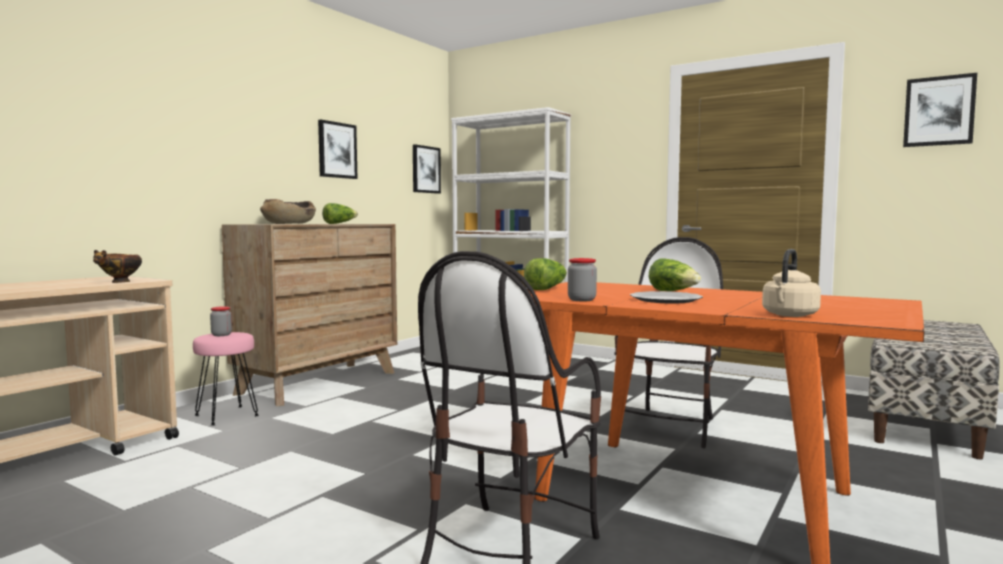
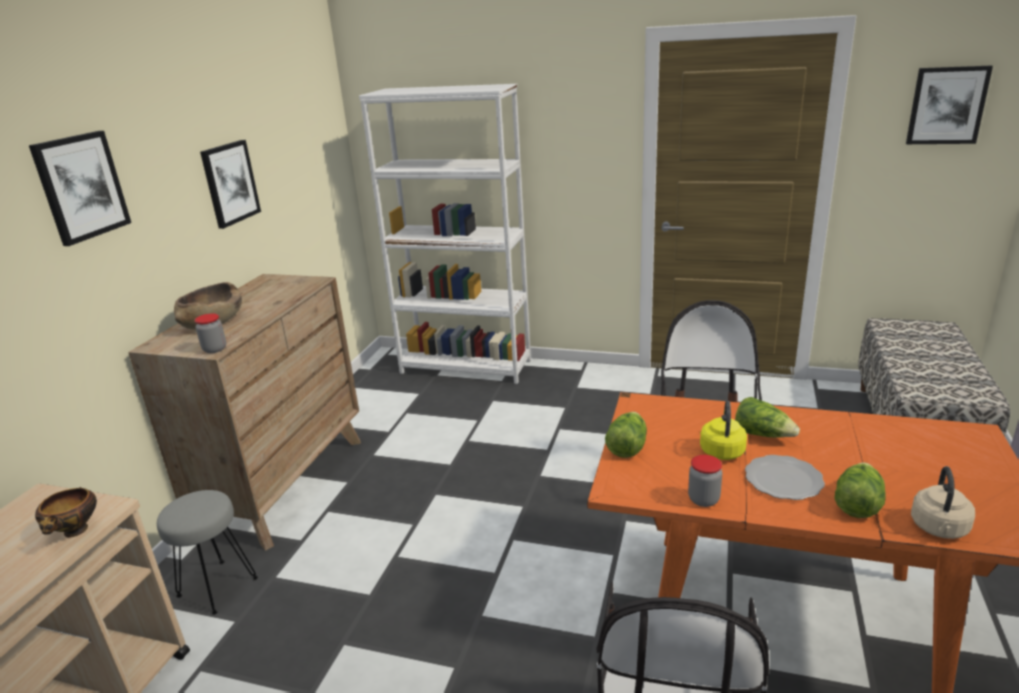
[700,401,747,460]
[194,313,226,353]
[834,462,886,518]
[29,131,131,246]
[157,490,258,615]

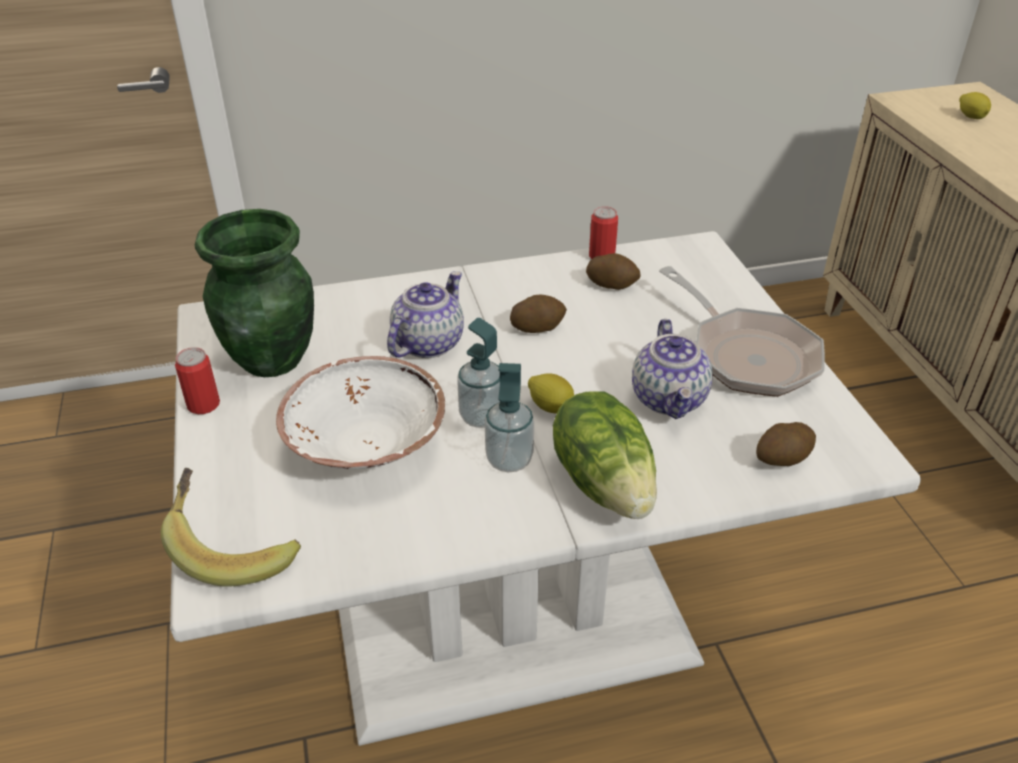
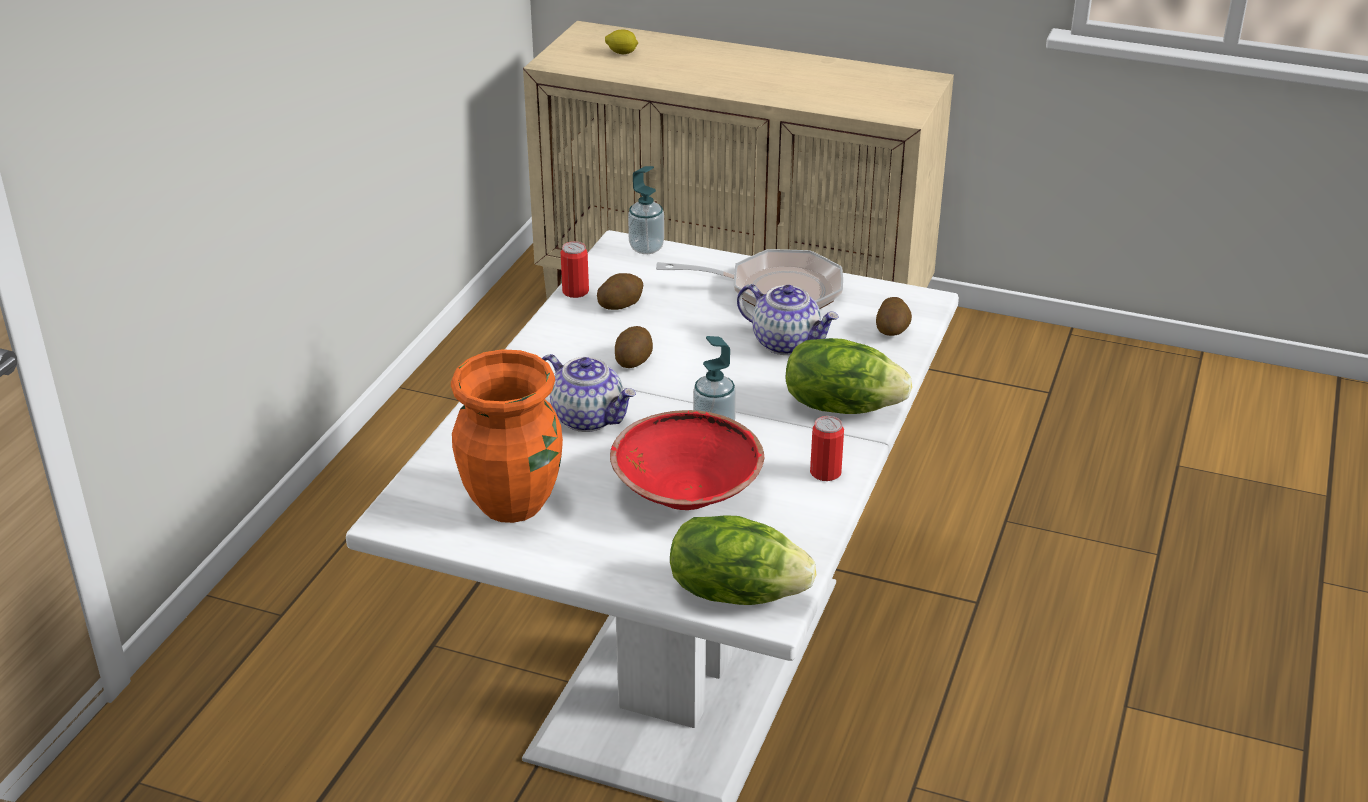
[528,374,574,414] (first image)
[810,416,844,481]
[628,166,664,254]
[670,515,816,605]
[451,349,563,523]
[610,410,764,510]
[542,354,636,432]

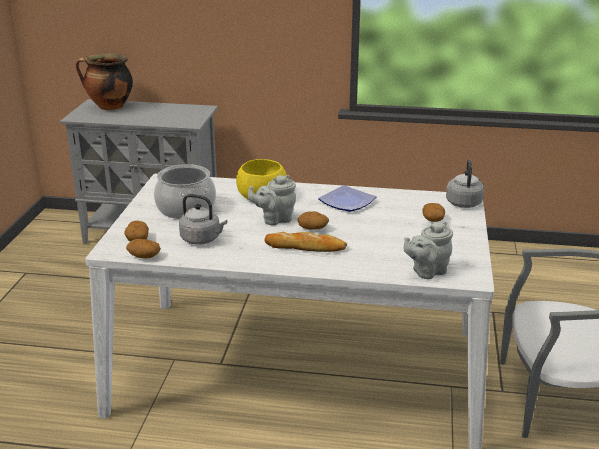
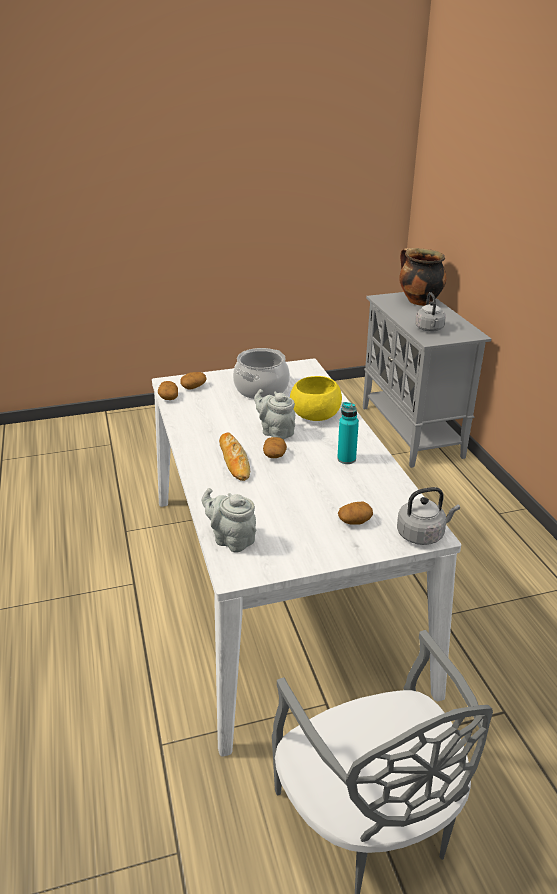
[415,292,446,332]
[337,402,359,464]

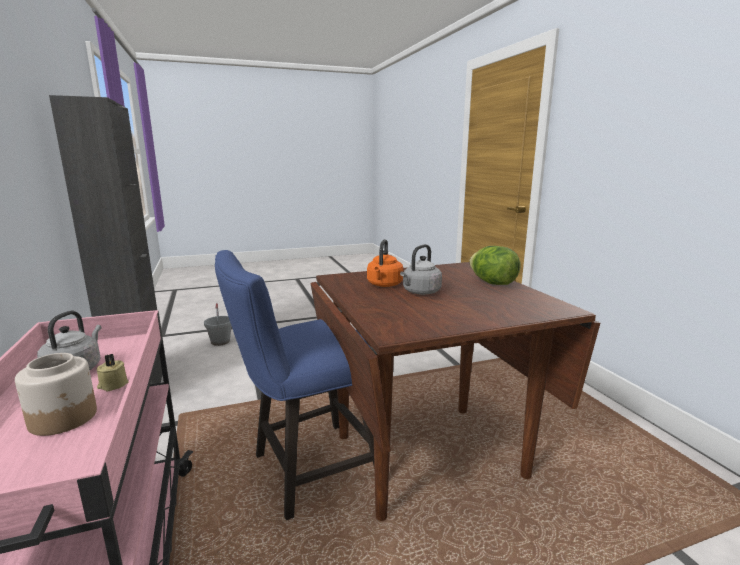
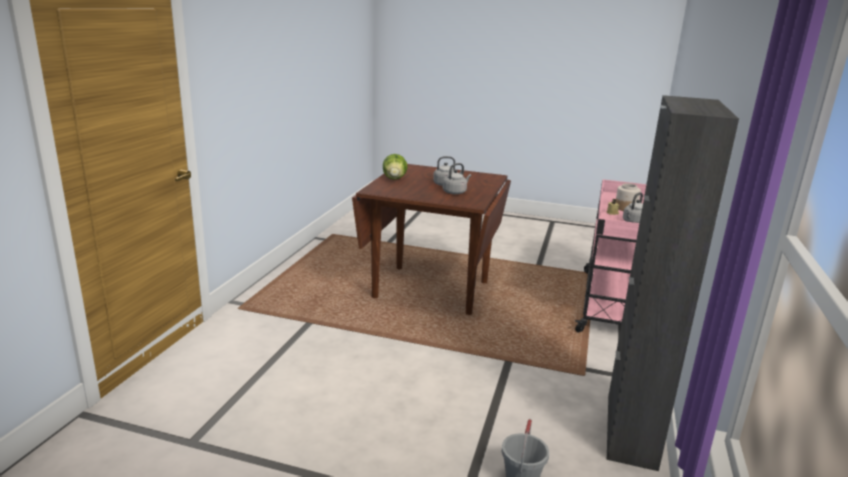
[215,250,374,520] (first image)
[443,163,471,194]

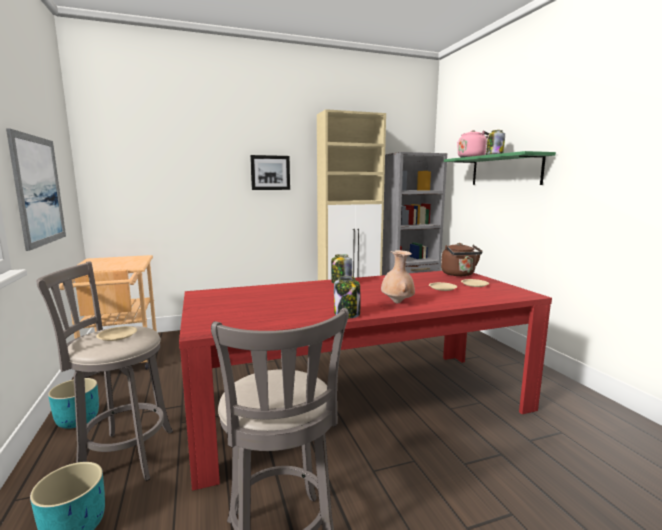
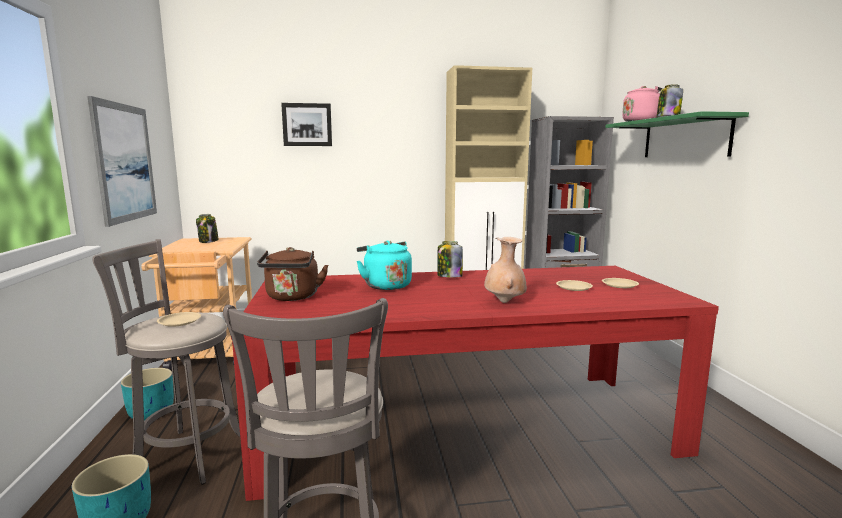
[357,241,412,290]
[281,103,332,146]
[196,214,219,243]
[257,247,328,301]

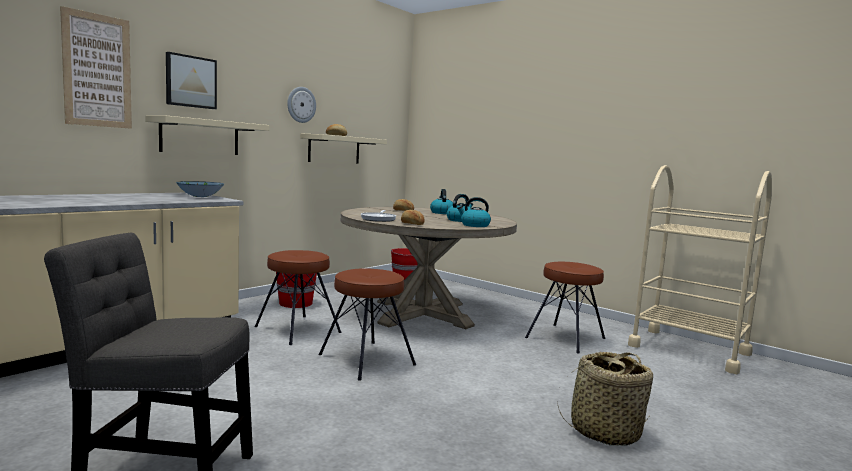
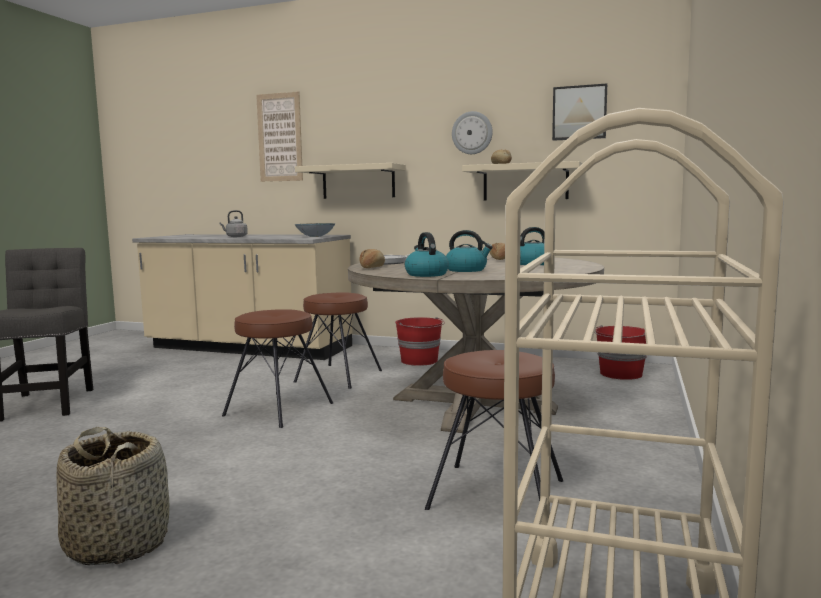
[219,210,248,237]
[552,84,607,141]

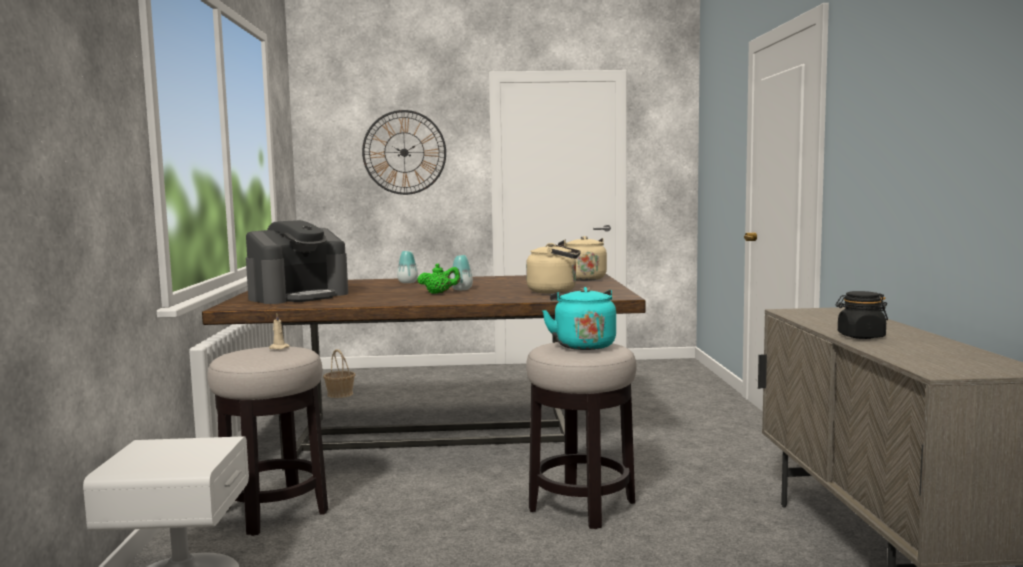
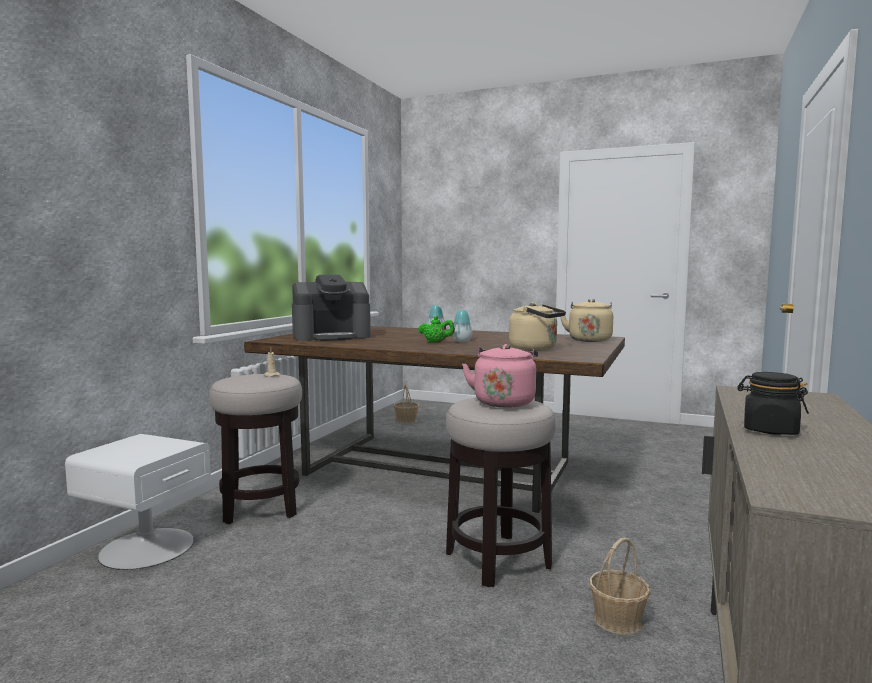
[362,110,446,195] (first image)
[589,538,650,635]
[462,344,538,407]

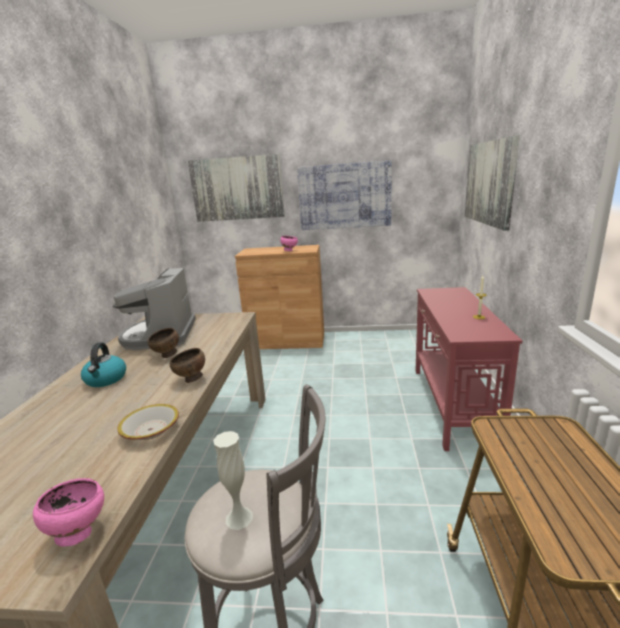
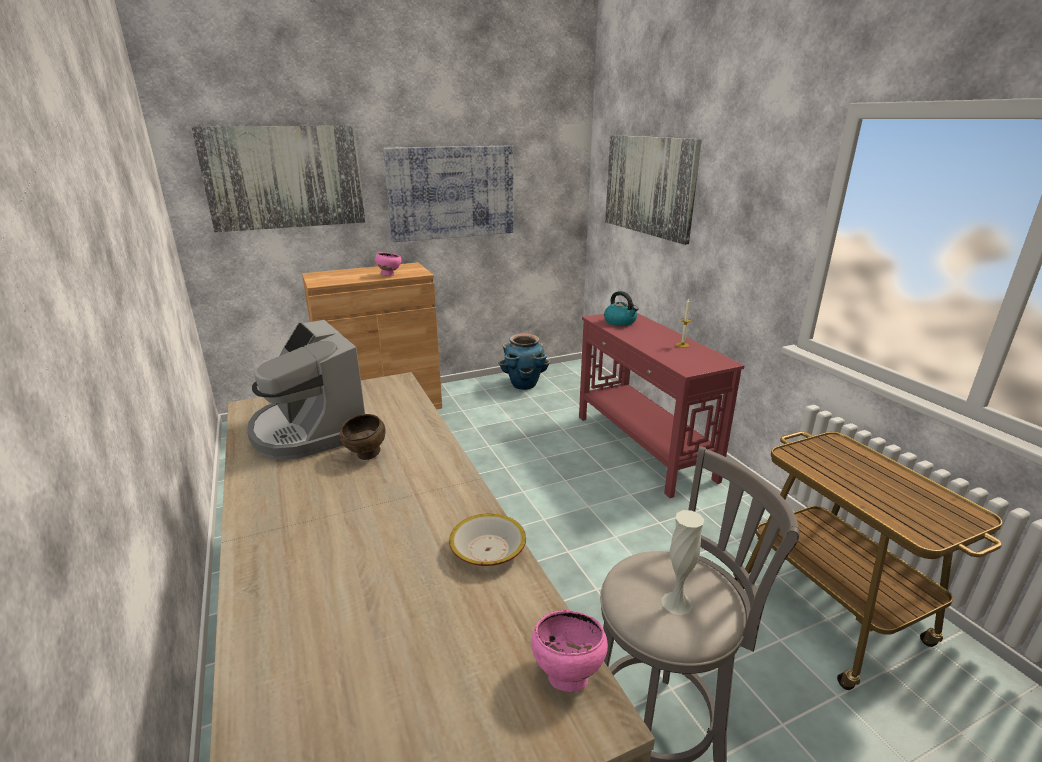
[170,348,205,383] (first image)
[499,334,550,390]
[604,291,638,326]

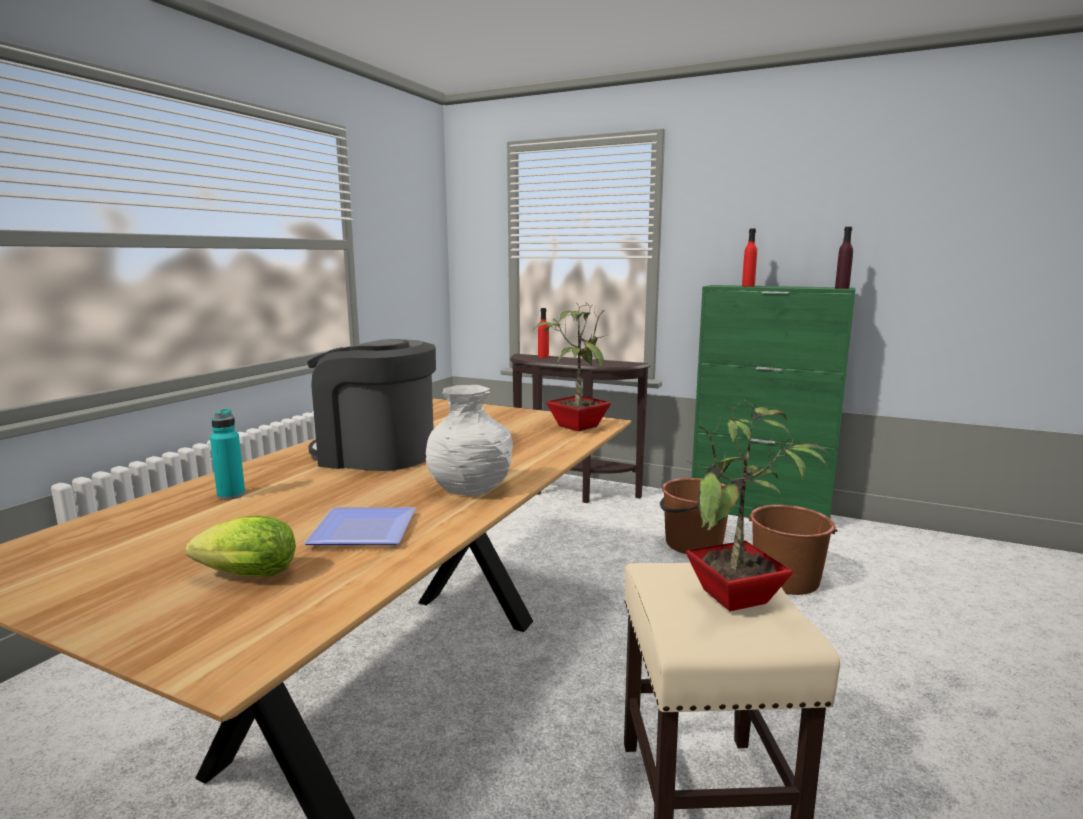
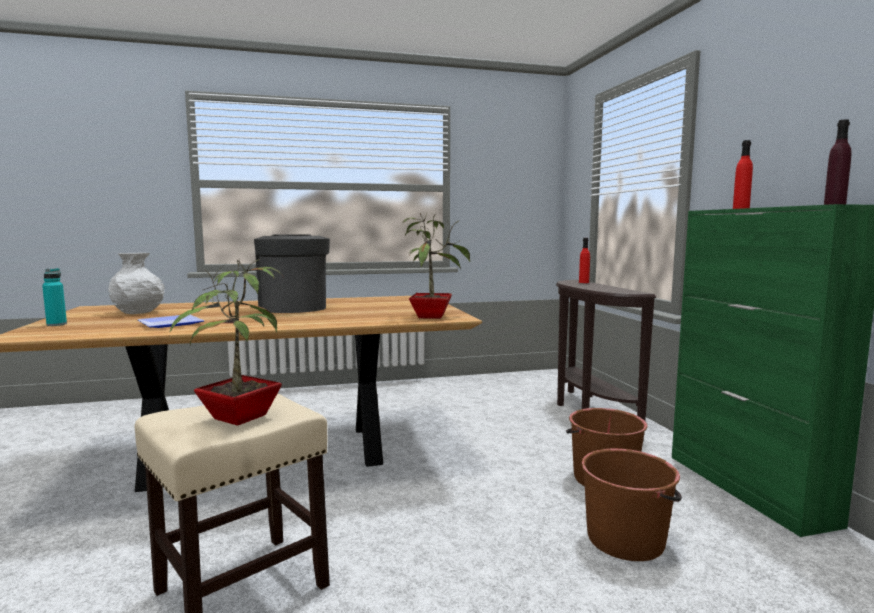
[186,516,296,576] (first image)
[42,268,67,326]
[108,253,165,314]

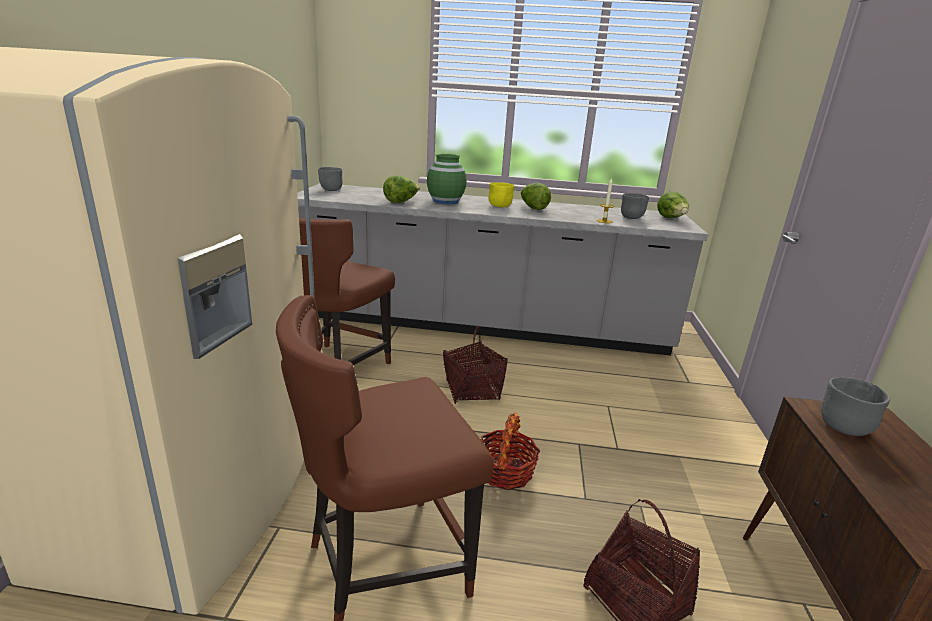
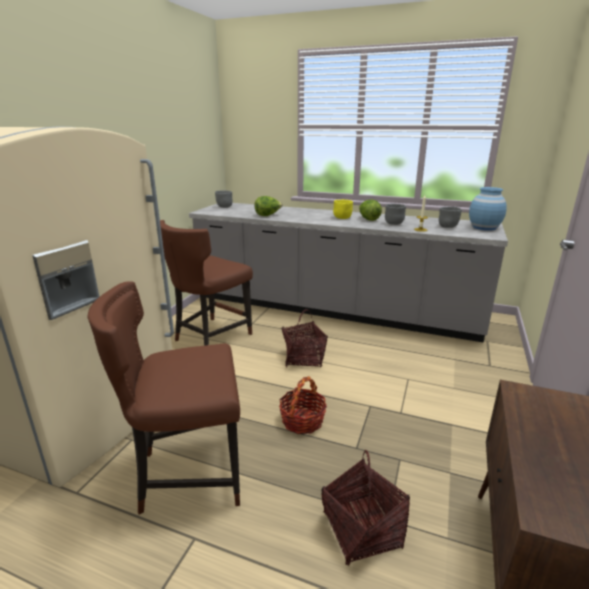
[427,154,467,204] (first image)
[385,204,406,225]
[469,187,507,231]

